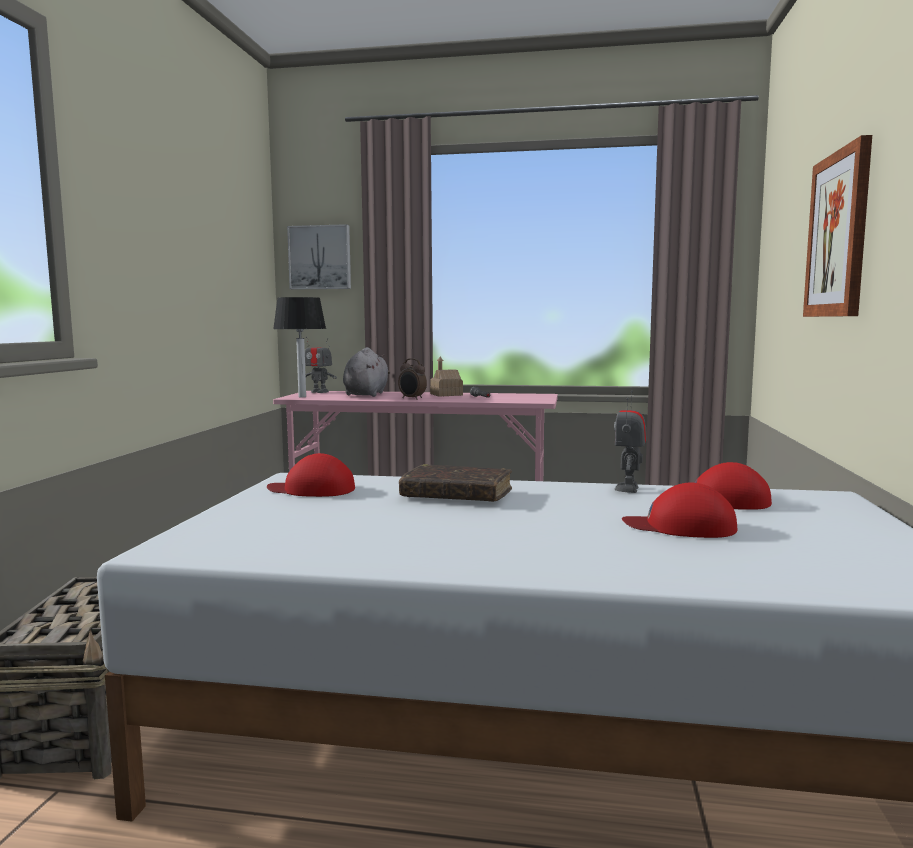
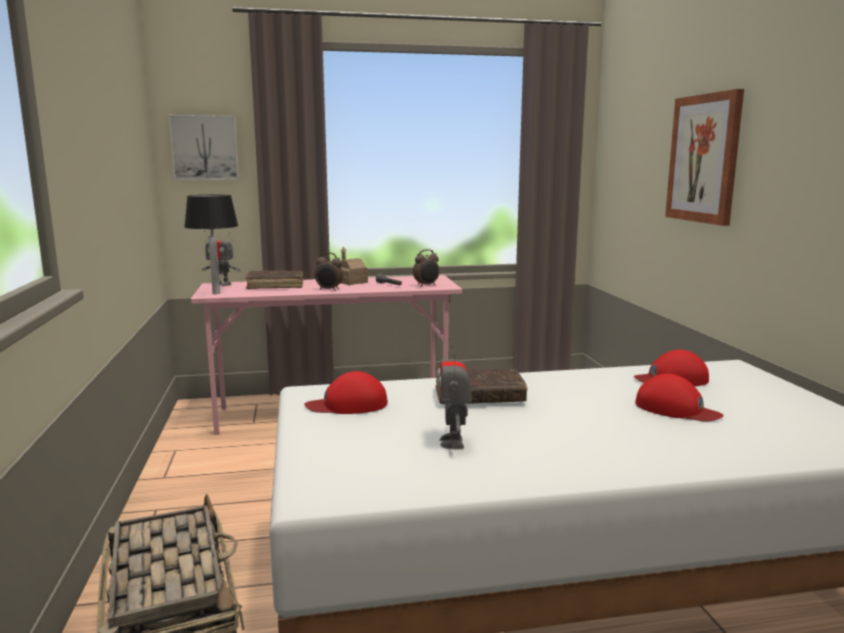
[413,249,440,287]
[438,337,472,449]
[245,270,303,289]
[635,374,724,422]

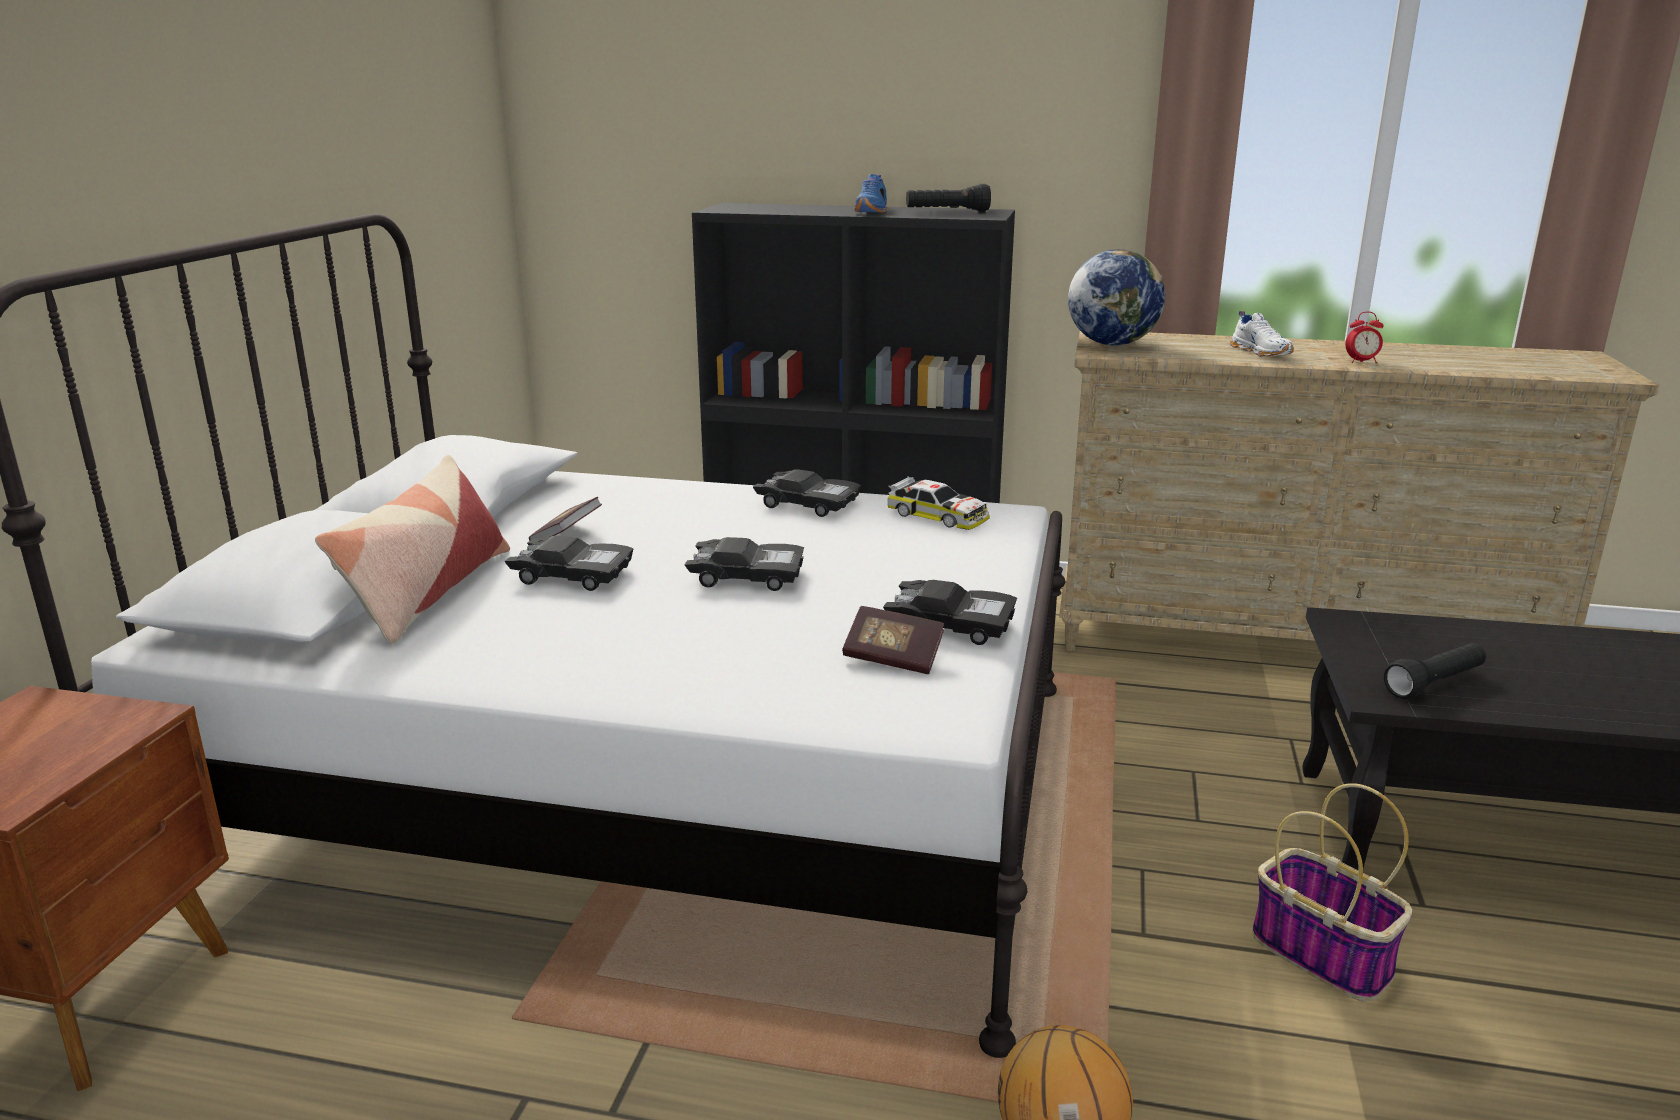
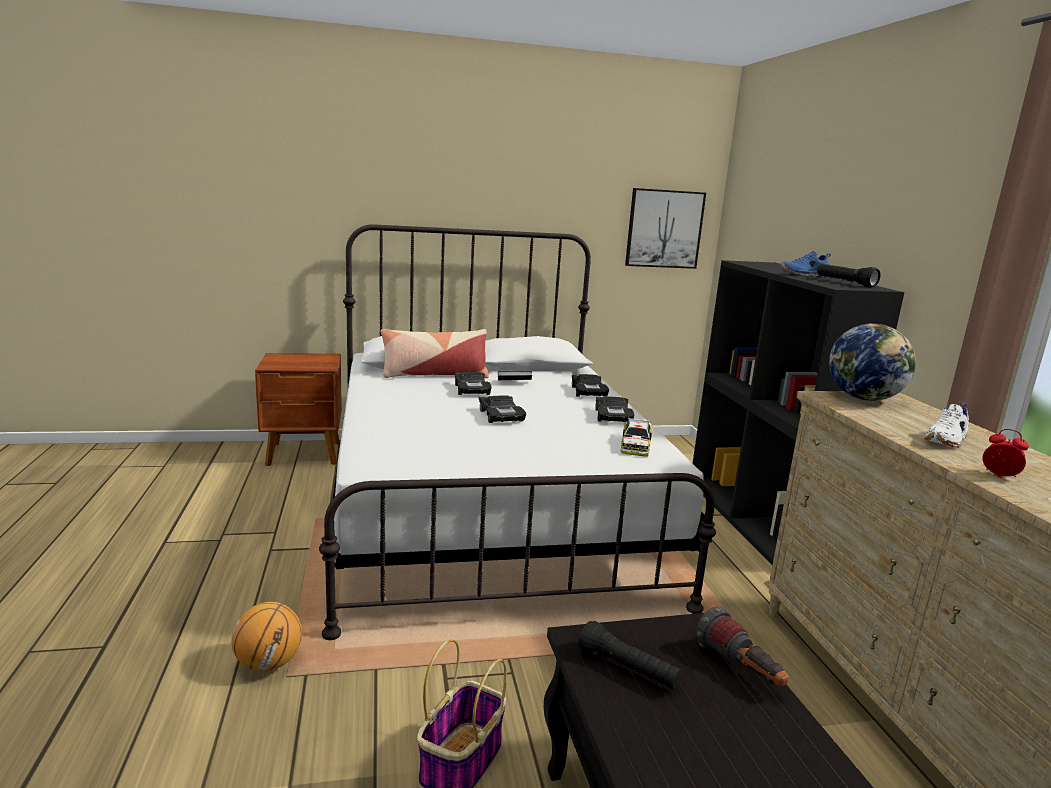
[842,606,944,674] (first image)
[625,188,706,269]
[695,607,789,686]
[572,374,609,397]
[982,429,1029,477]

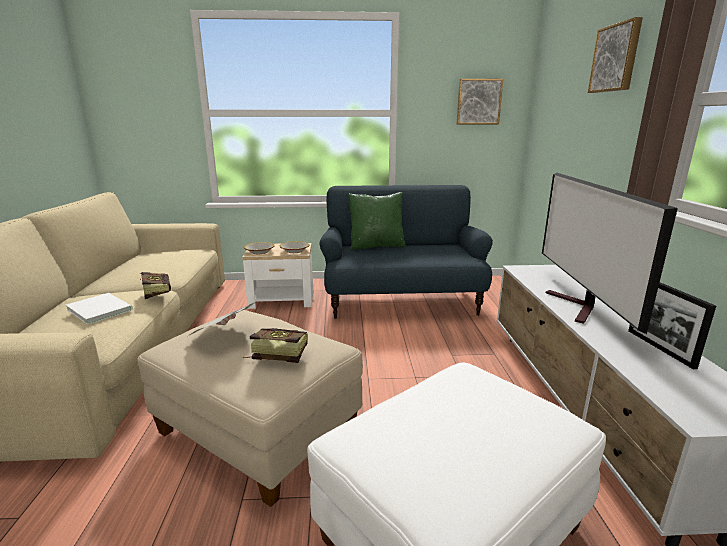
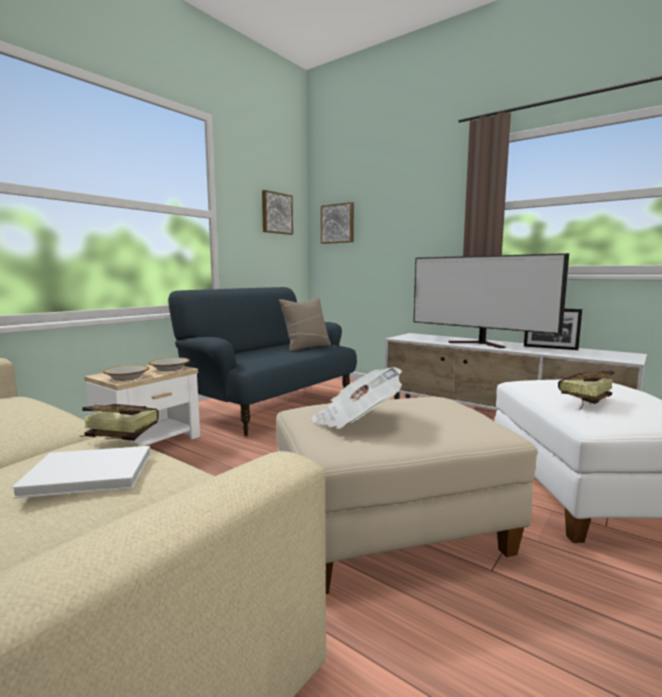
[348,192,406,250] (first image)
[279,297,331,351]
[558,369,614,410]
[321,202,354,244]

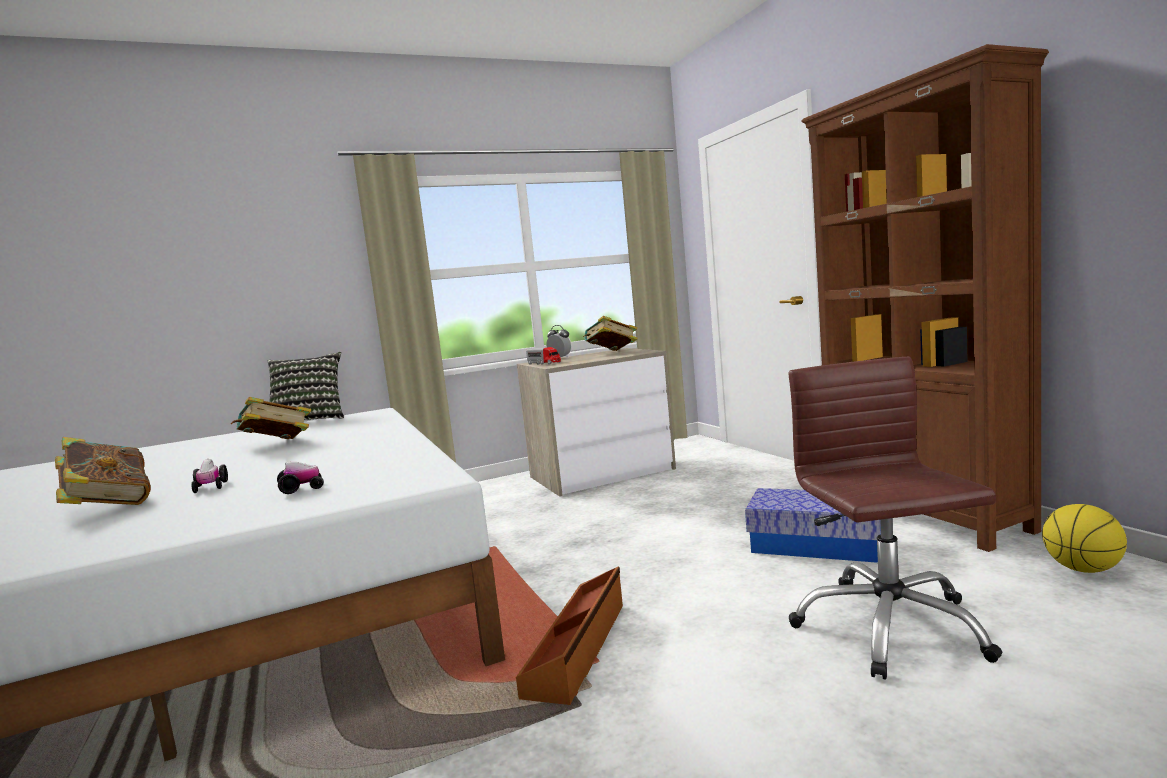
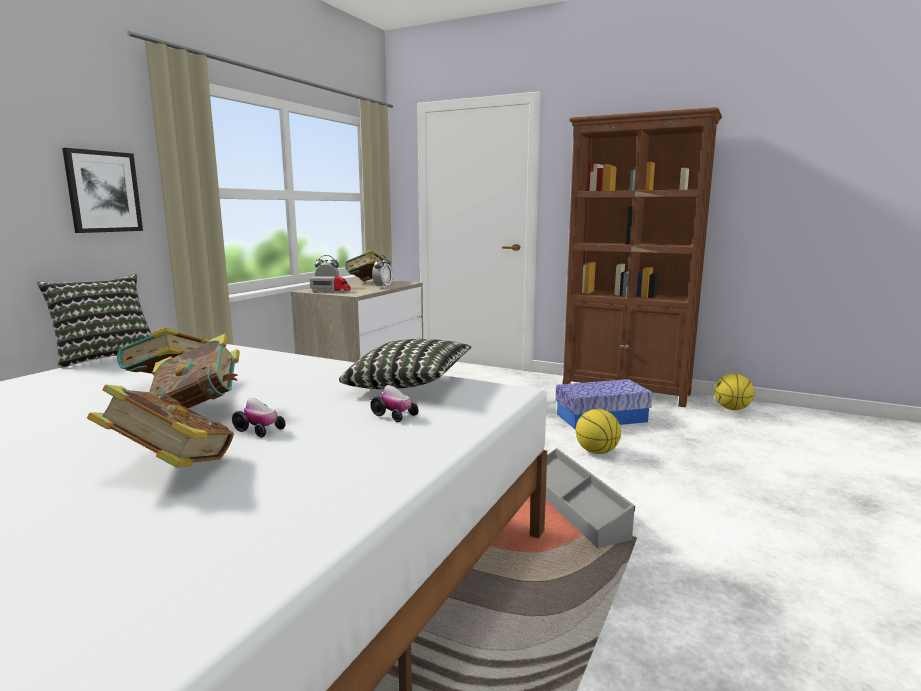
[789,357,1003,680] (first image)
[62,148,143,233]
[149,333,240,408]
[339,339,472,389]
[372,255,392,287]
[576,409,621,454]
[546,448,635,548]
[370,385,419,422]

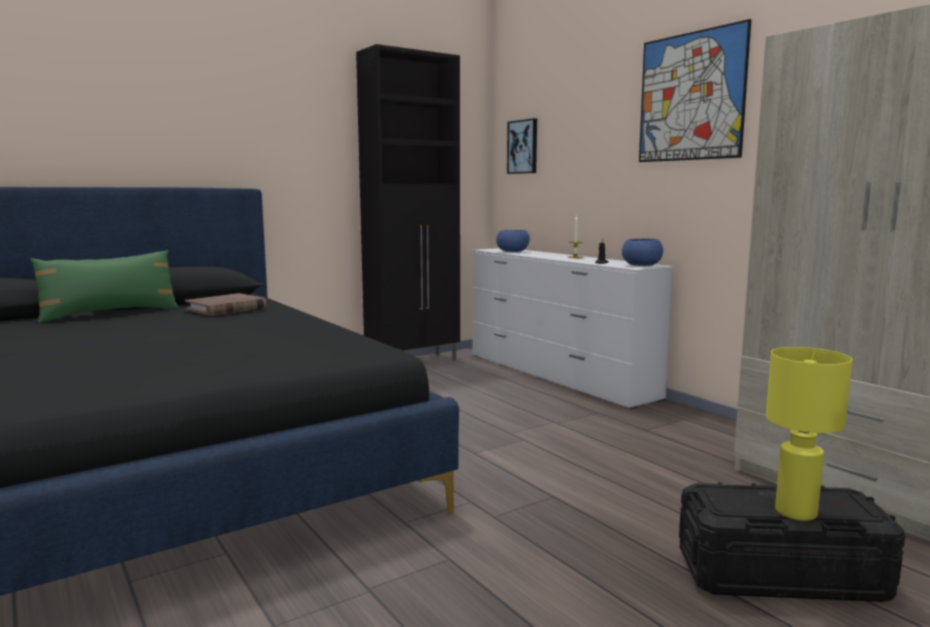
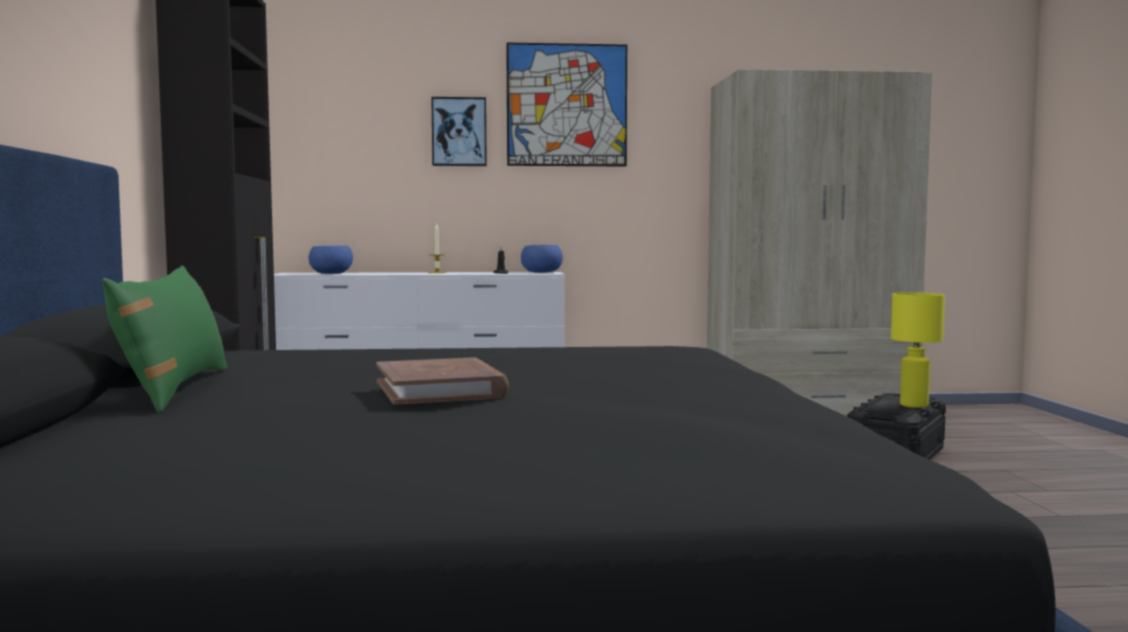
[376,357,509,405]
[431,97,487,166]

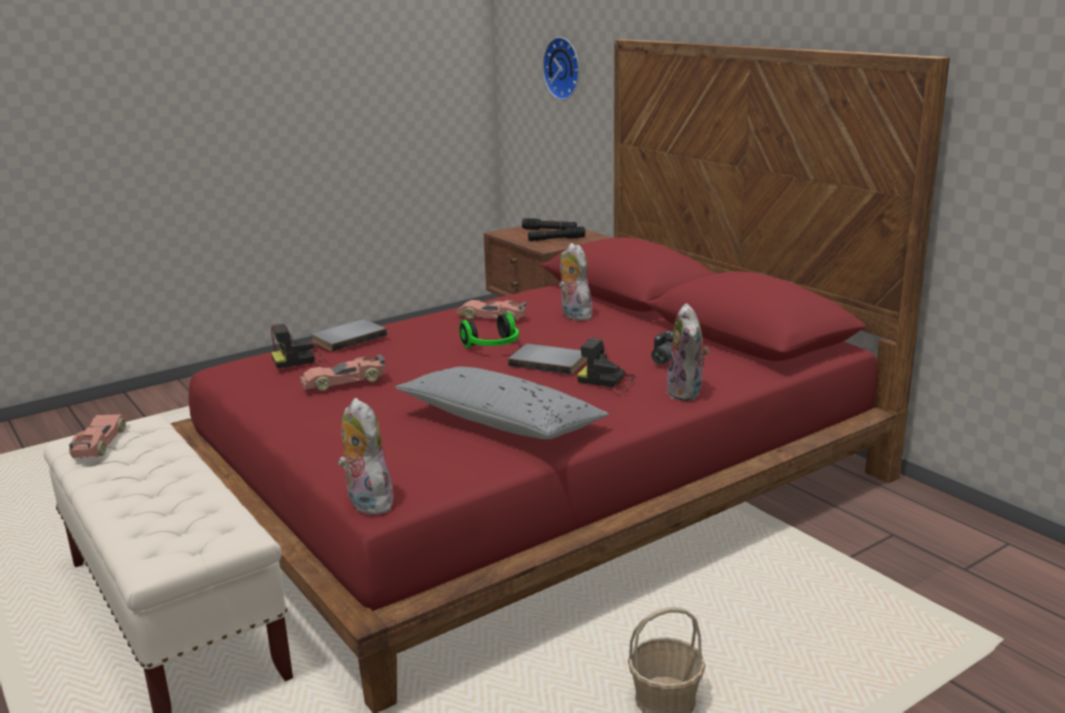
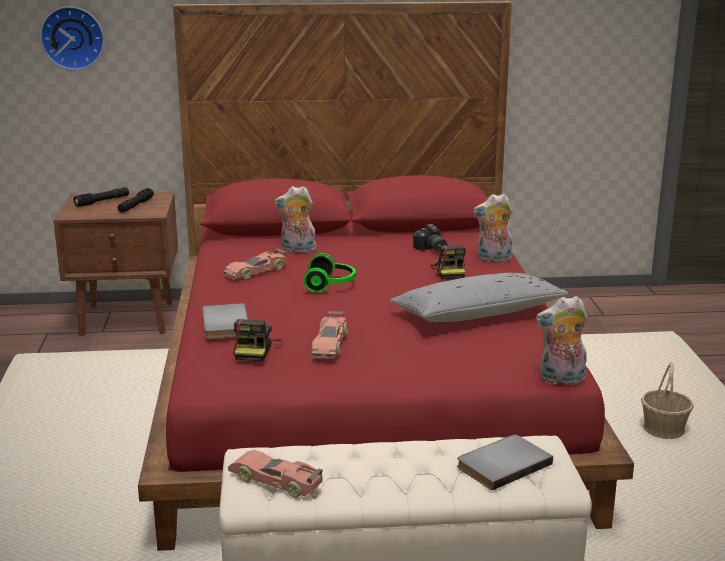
[457,435,553,490]
[431,245,466,279]
[473,194,512,262]

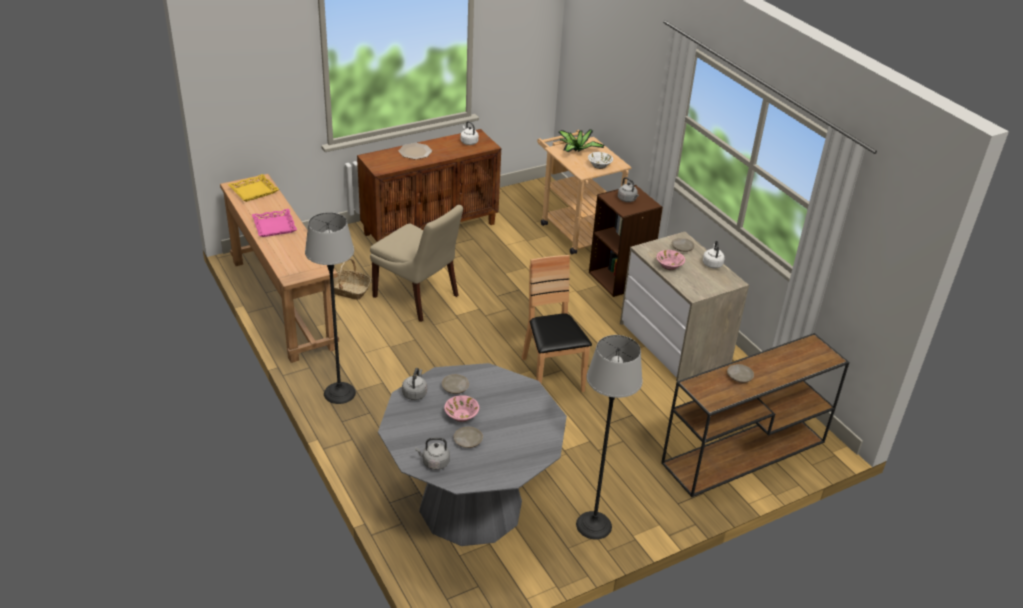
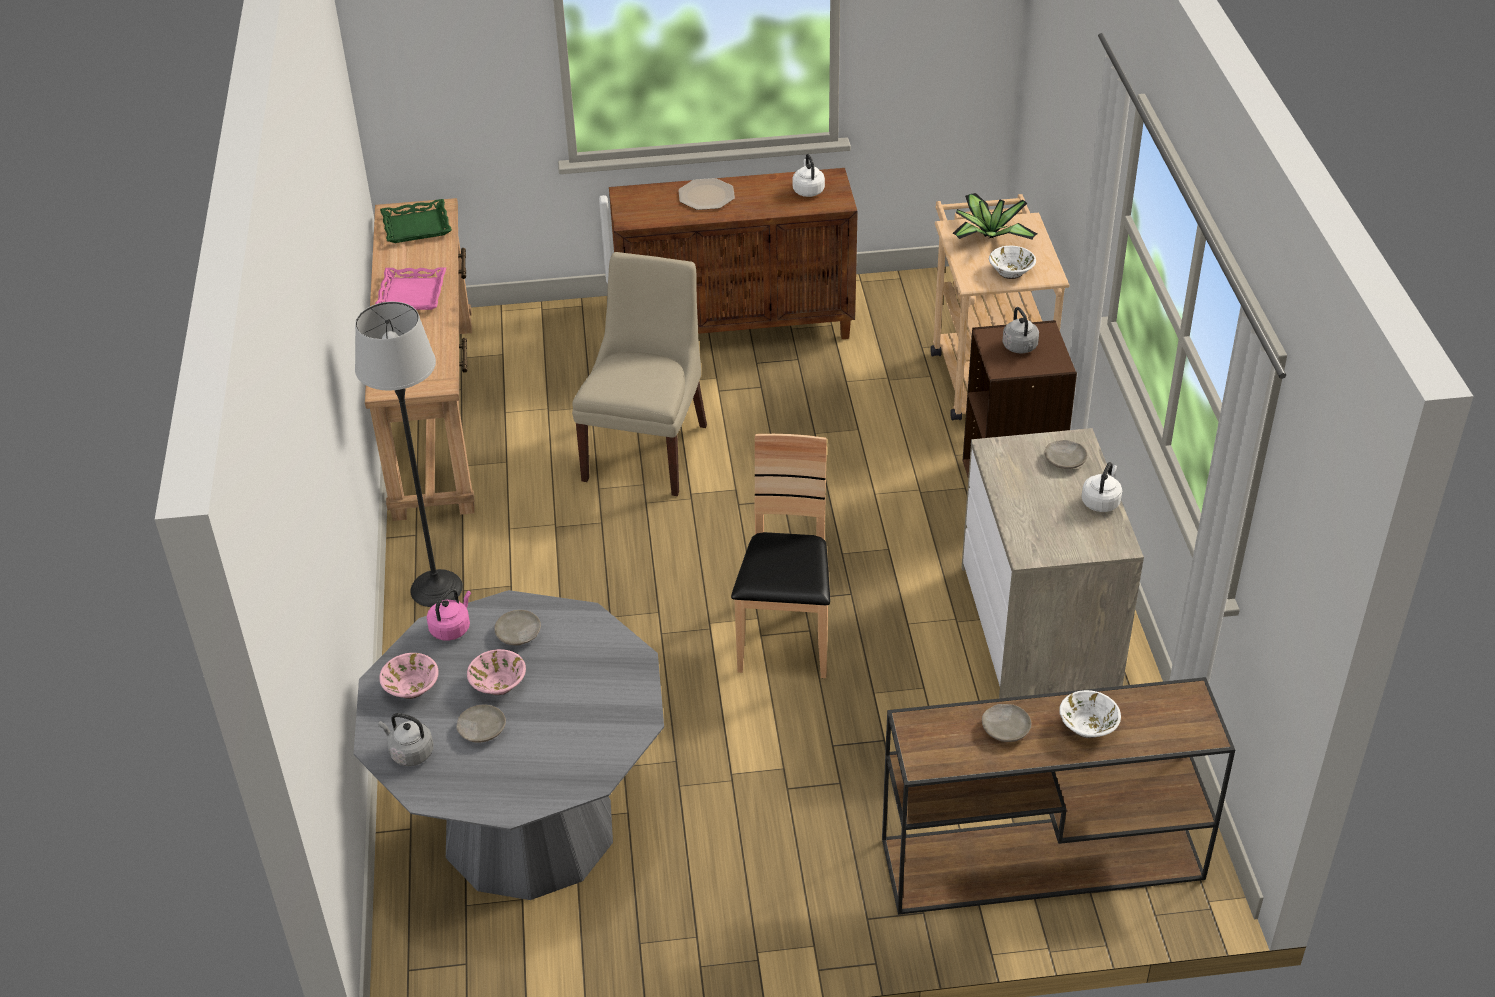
[333,258,371,300] (first image)
[576,335,643,540] (first image)
[1059,690,1121,738]
[379,653,439,699]
[380,199,452,243]
[427,589,471,641]
[572,252,707,496]

